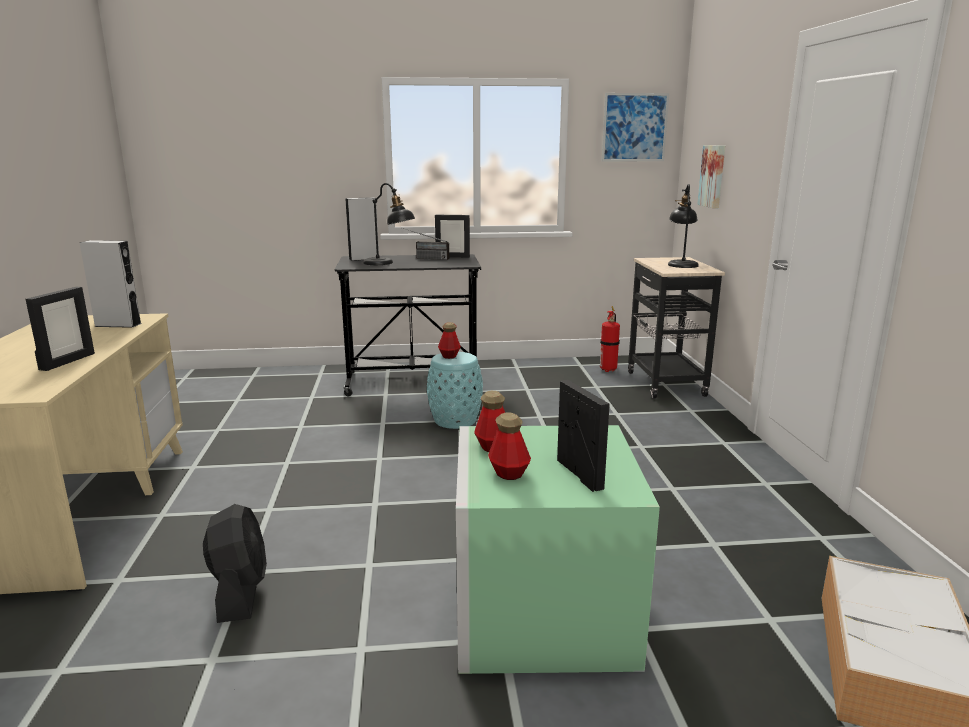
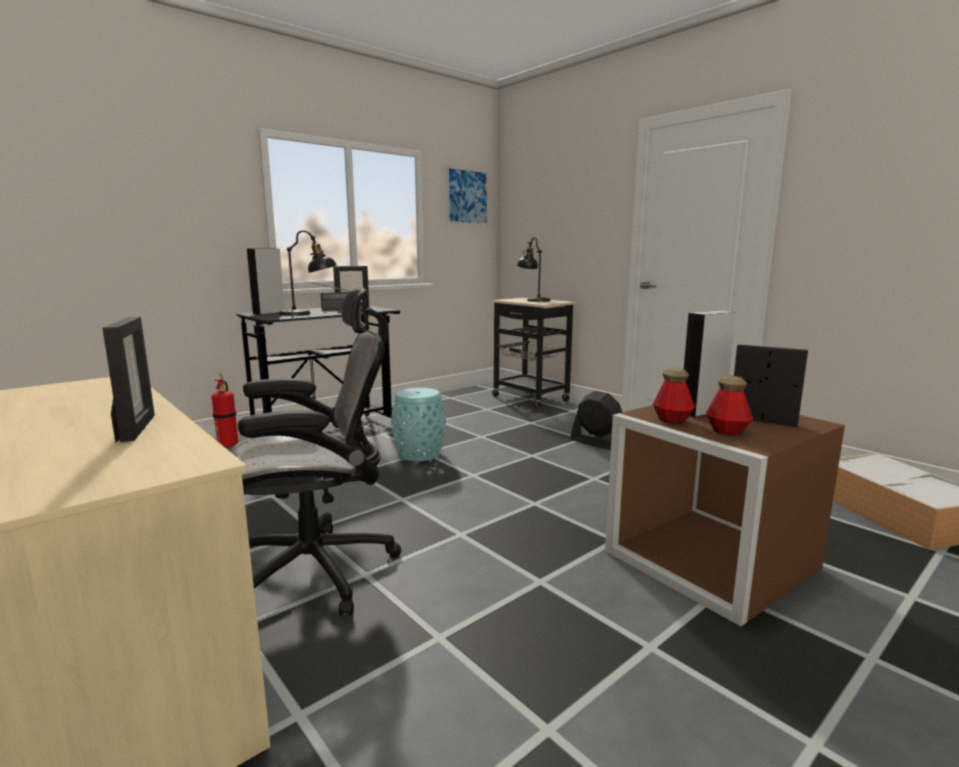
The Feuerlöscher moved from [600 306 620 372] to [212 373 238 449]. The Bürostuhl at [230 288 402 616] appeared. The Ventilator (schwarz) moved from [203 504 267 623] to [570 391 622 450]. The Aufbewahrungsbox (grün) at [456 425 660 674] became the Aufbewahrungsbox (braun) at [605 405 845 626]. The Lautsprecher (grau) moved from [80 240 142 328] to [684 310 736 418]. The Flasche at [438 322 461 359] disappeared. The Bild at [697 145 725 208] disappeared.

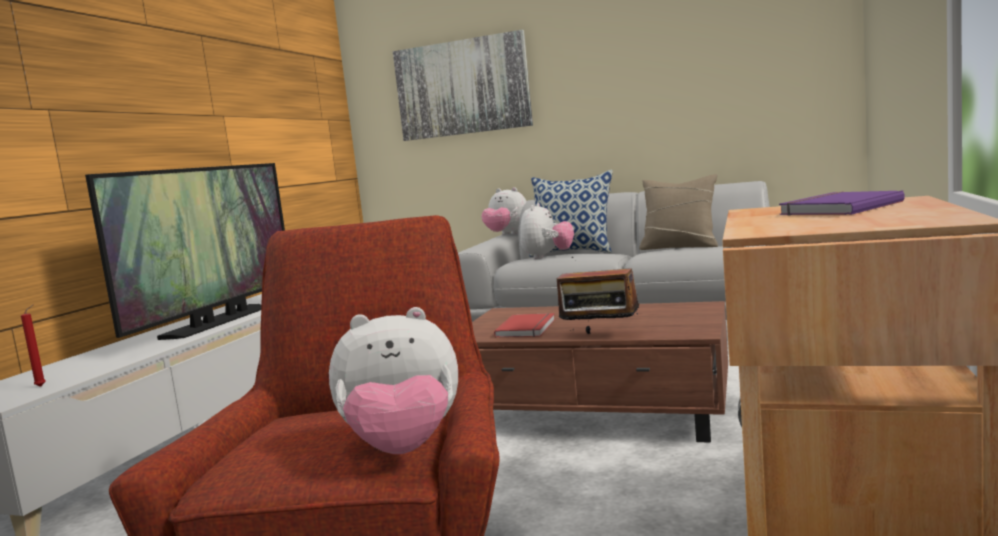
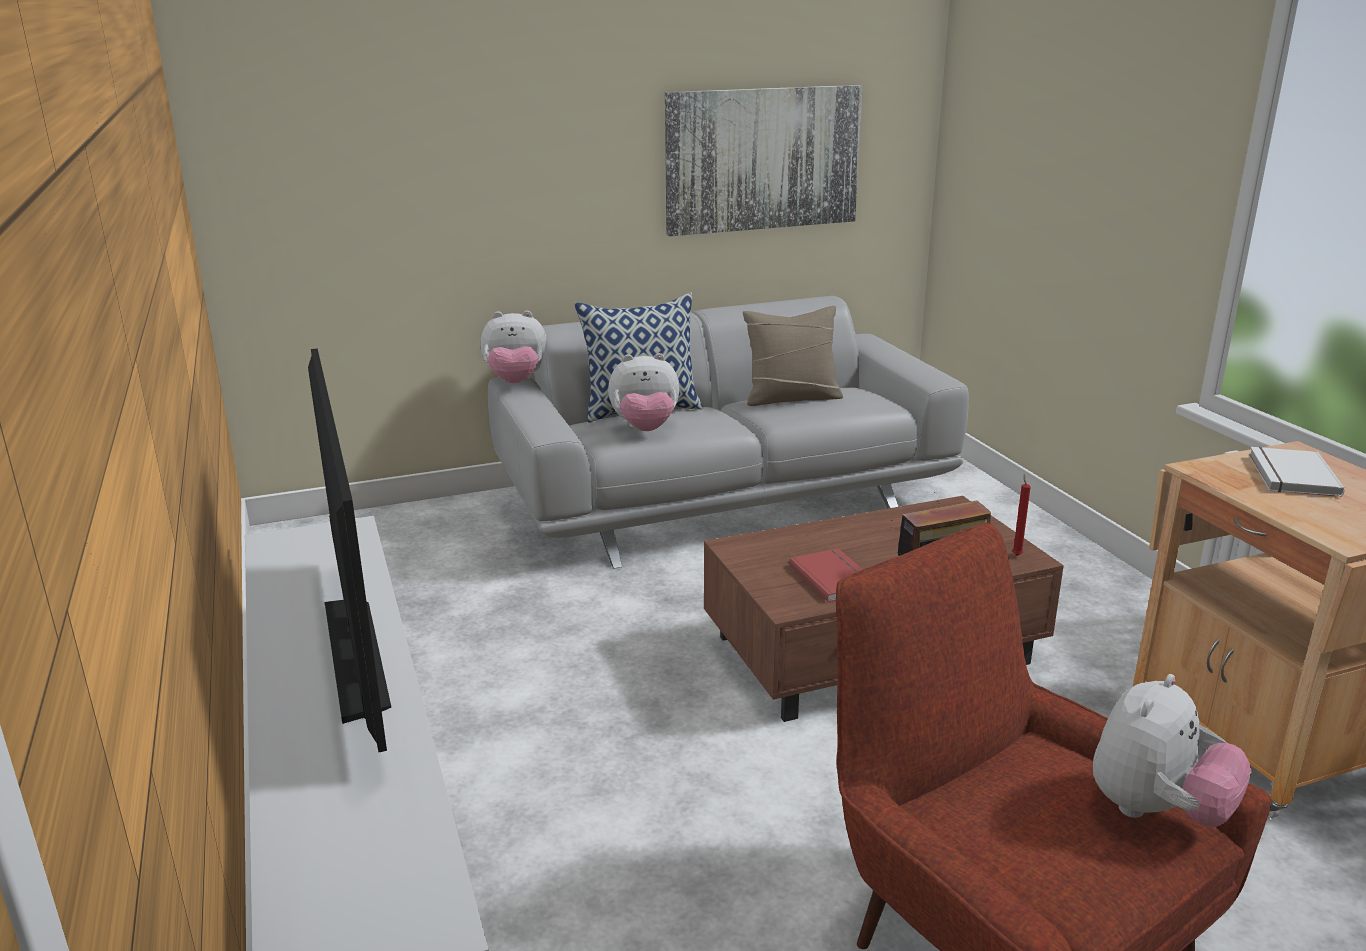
The Plüschtier at [520 203 574 259] turned 105 degrees clockwise. The Bild moved from [393 30 533 141] to [665 85 863 236]. The Kerze (rot) moved from [21 304 46 387] to [1012 474 1031 556]. The Buch (lila) at [779 190 905 215] became the Buch (weiß) at [1249 447 1345 497].

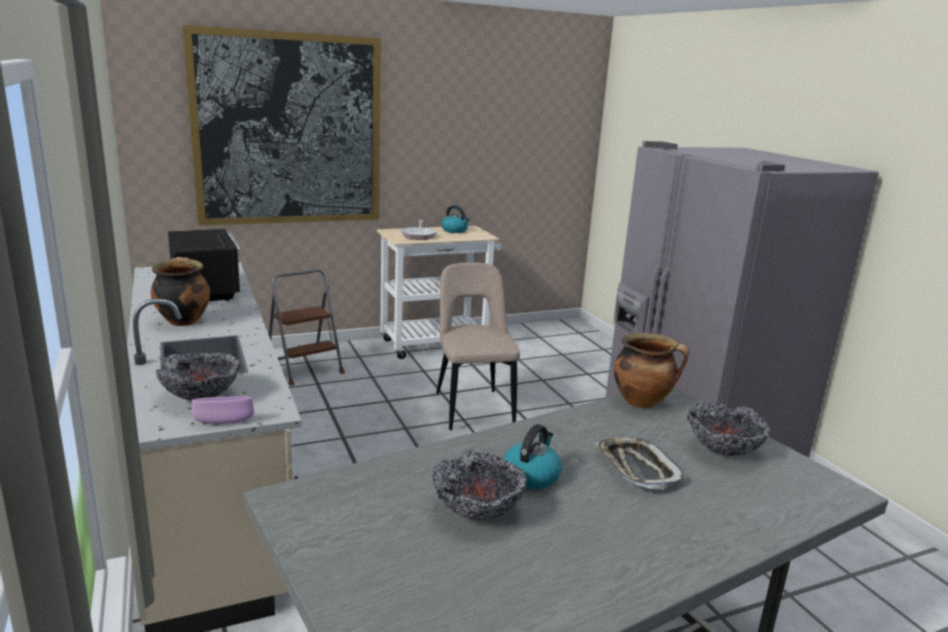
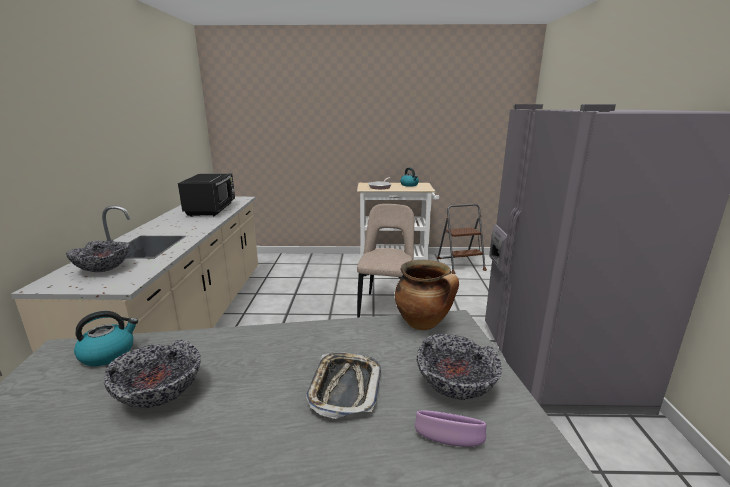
The Wasserkessel moved from [504 424 562 489] to [74 311 138 366]. The Schüssel (lila) moved from [192 396 254 424] to [415 410 486 447]. The Trittleiter (braun) moved from [269 269 345 386] to [437 204 487 274]. The Kochtopf at [151 257 210 326] disappeared. The Bild at [182 25 381 225] disappeared.

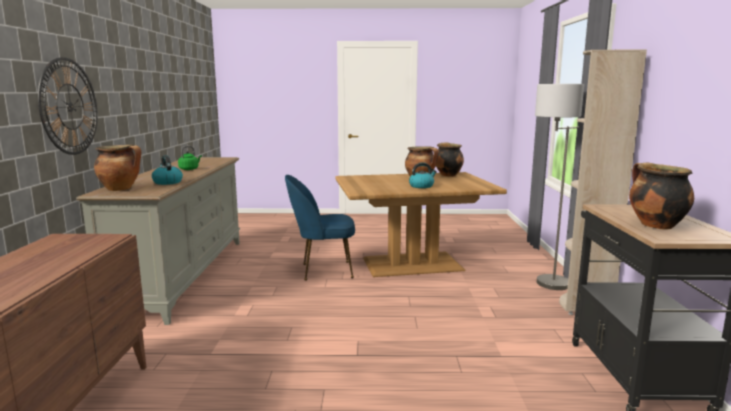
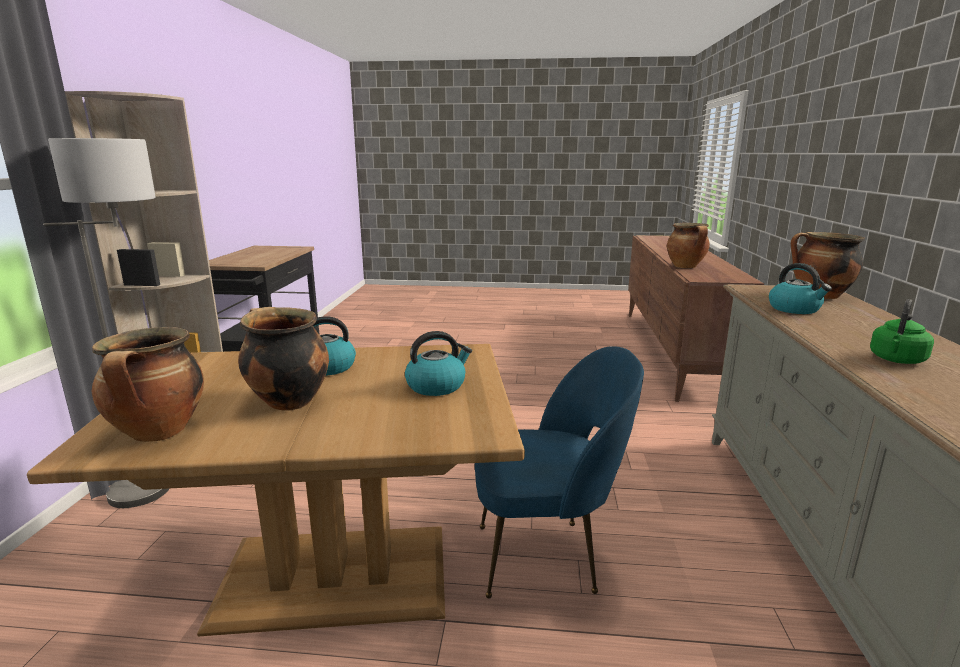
The Wasserkessel at [405 331 472 396] appeared. The Kochtopf moved from [629 163 694 229] to [667 223 710 268]. The Wanduhr at [38 57 97 155] disappeared.

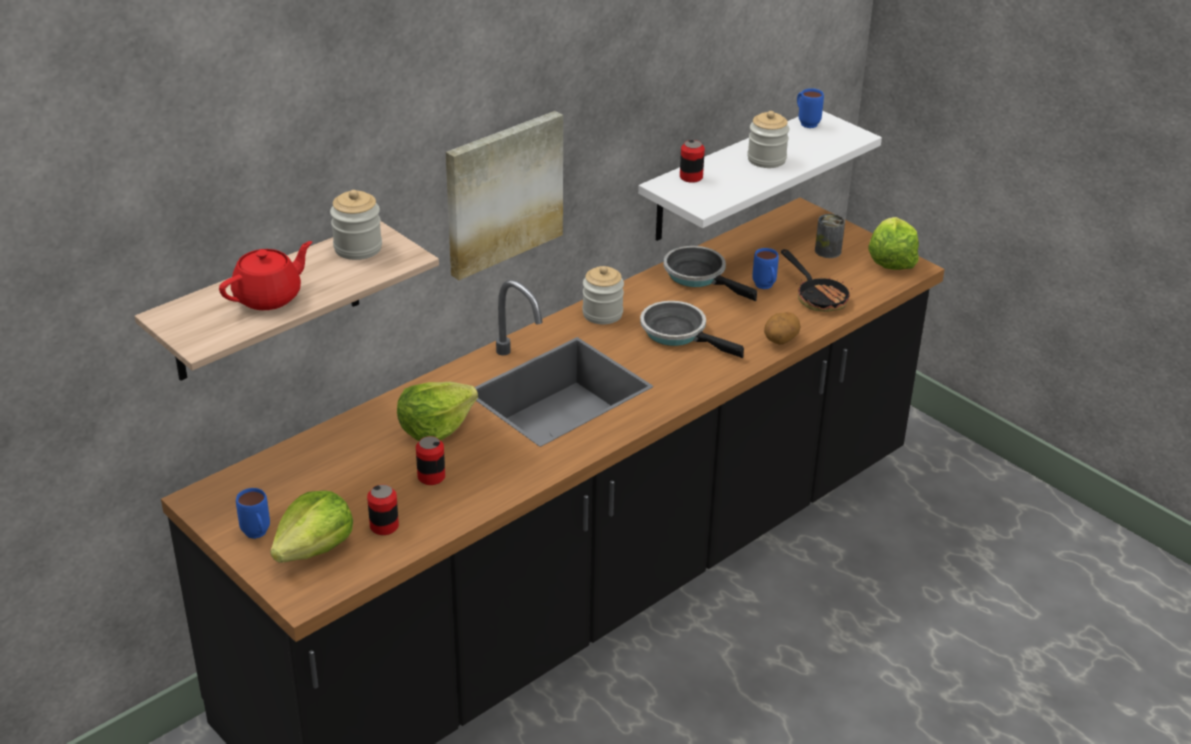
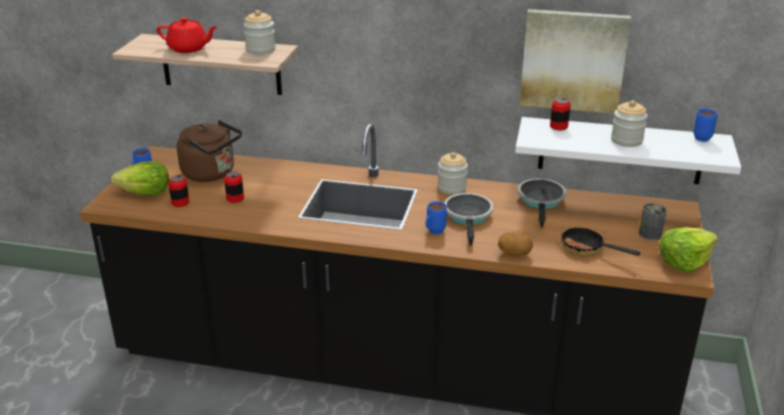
The Wasserkessel (braun) at [177 120 242 182] appeared. The Henkelbecher (blau) moved from [752 248 779 289] to [425 201 447 235]. The Bild moved from [446 111 563 280] to [520 9 631 114]. The Pfanne at [781 249 852 312] turned 105 degrees clockwise. The Salatkopf at [397 382 478 441] disappeared.

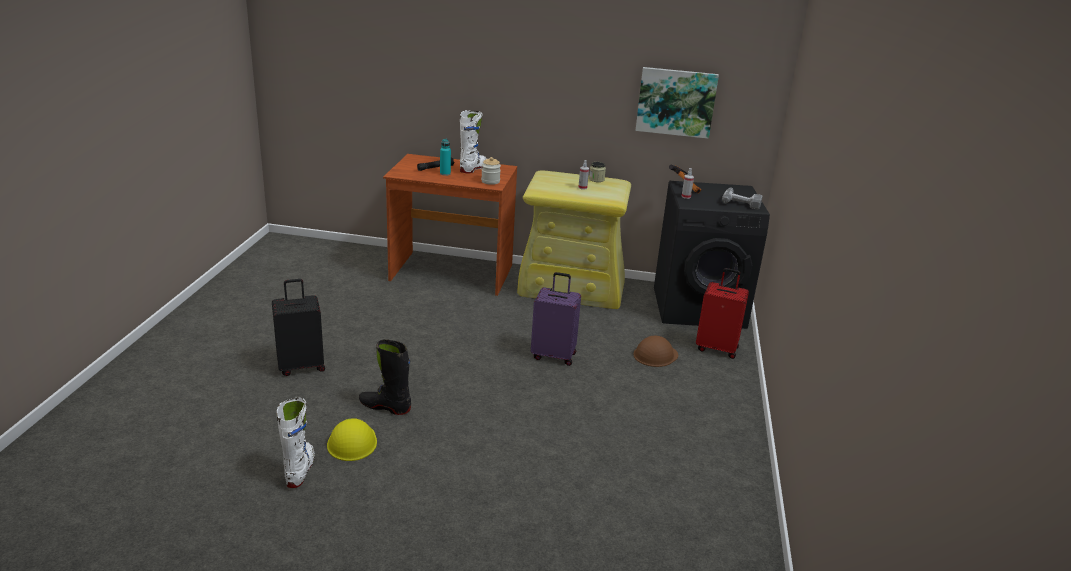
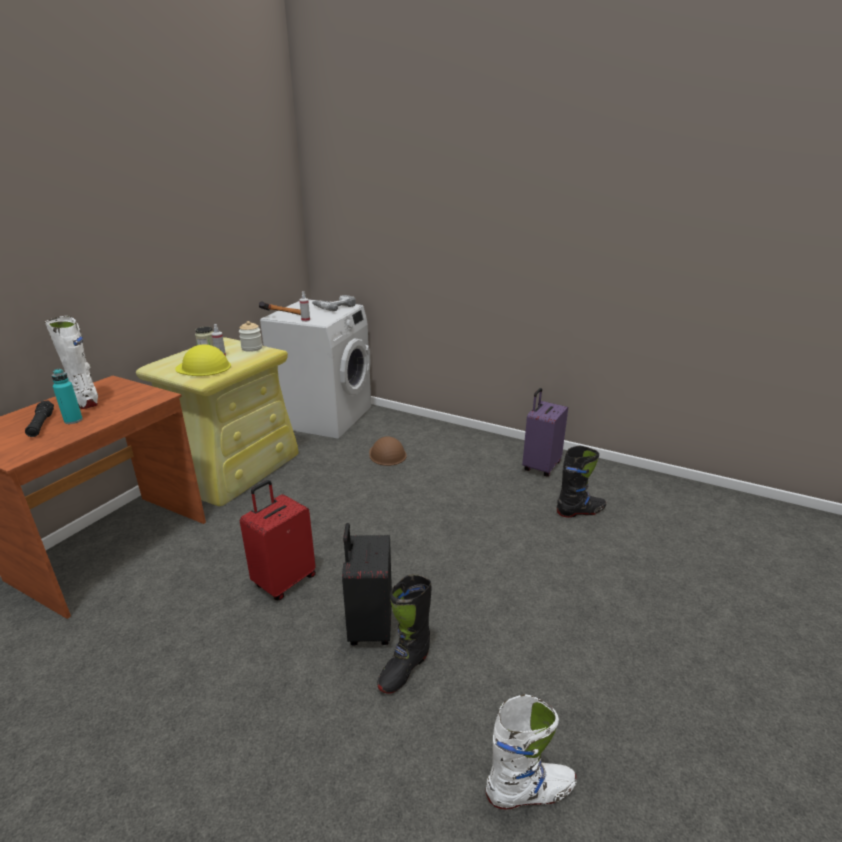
The Schutzhelm (gelb) moved from [327 418 377 461] to [175 344 231 376]. The Vorratsglas moved from [481 157 501 185] to [239 321 263 352]. The Koffer (rot) moved from [696 268 749 359] to [240 480 316 600]. The Waschmaschine (schwarz) at [654 181 770 329] became the Waschmaschine (weiß) at [260 299 371 439]. The Koffer (schwarz) moved from [272 279 325 376] to [342 523 392 645]. The Stiefel (weiß) at [276 398 315 488] turned 150 degrees clockwise. The Koffer (lila) moved from [531 272 581 366] to [522 388 568 477]. The Stiefel (schwarz) at [557 446 606 518] appeared. The Bild at [635 67 719 139] disappeared.

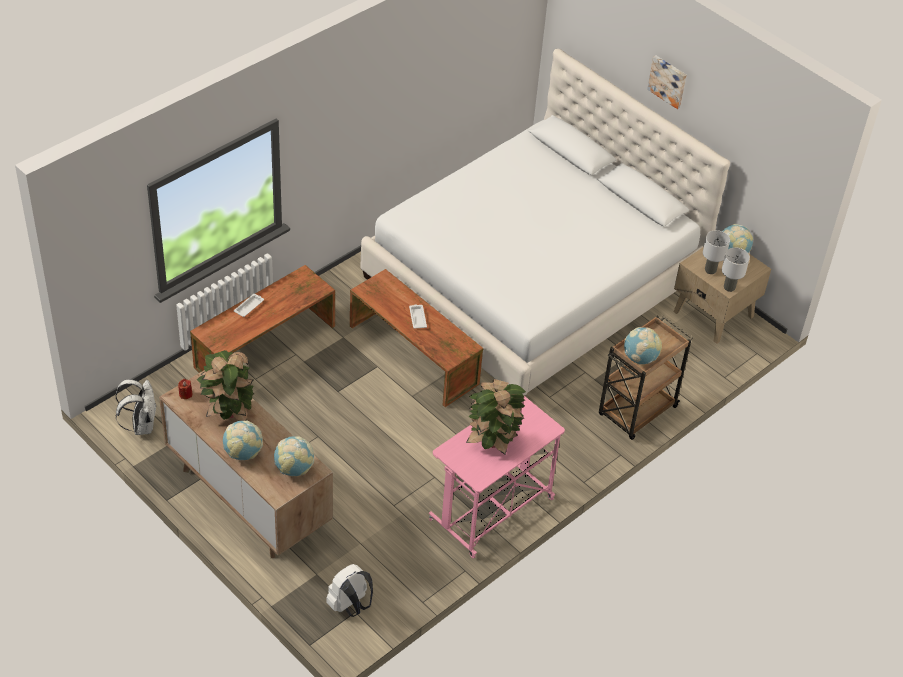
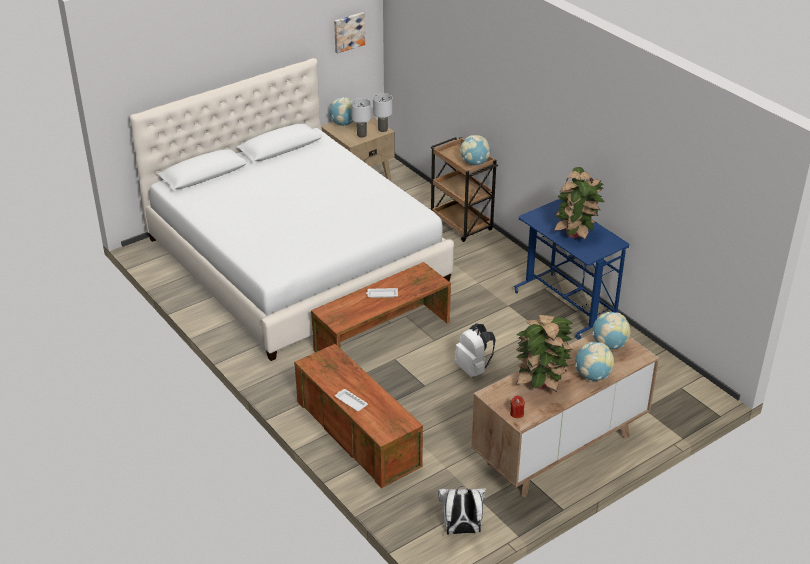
The Bild moved from [647 56 687 109] to [334 12 365 53]. The Rucksack (weiß) moved from [326 564 373 617] to [454 324 496 377]. The Schreibtisch (rosa) at [429 395 565 558] became the Schreibtisch (blau) at [514 199 629 340].

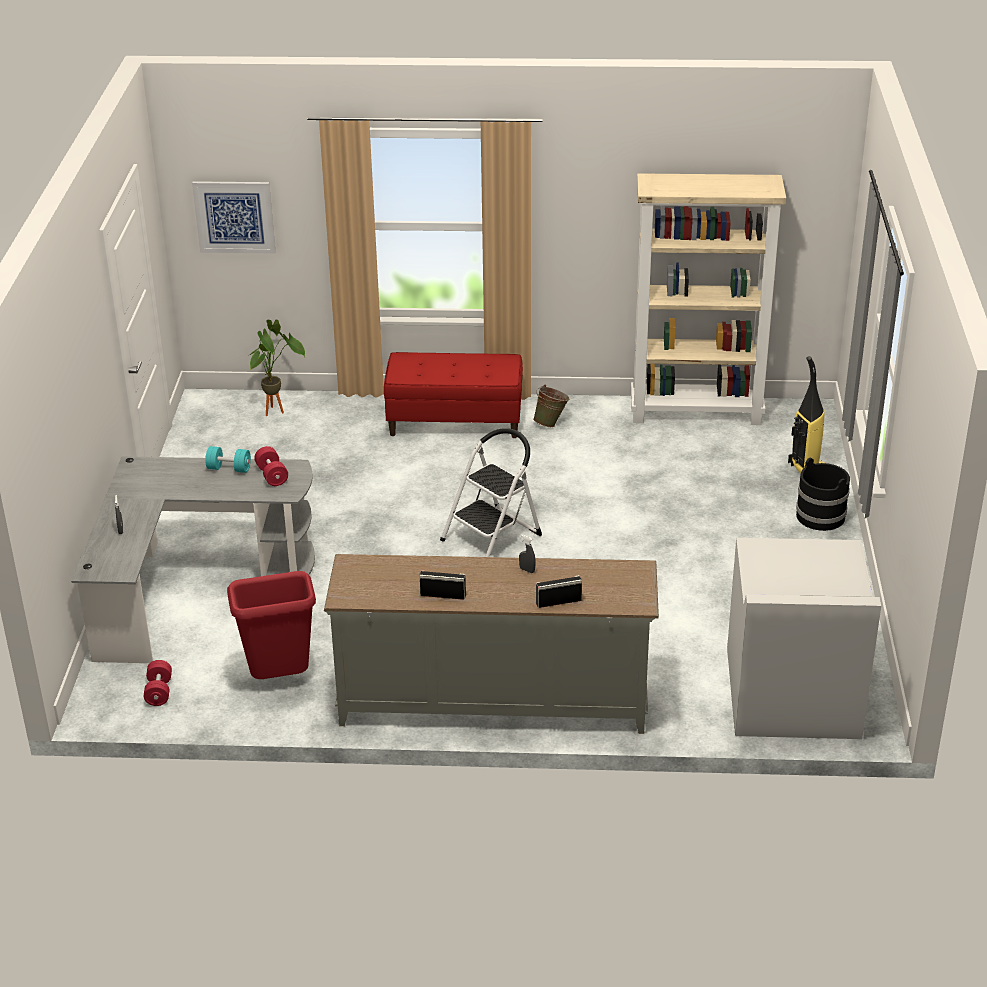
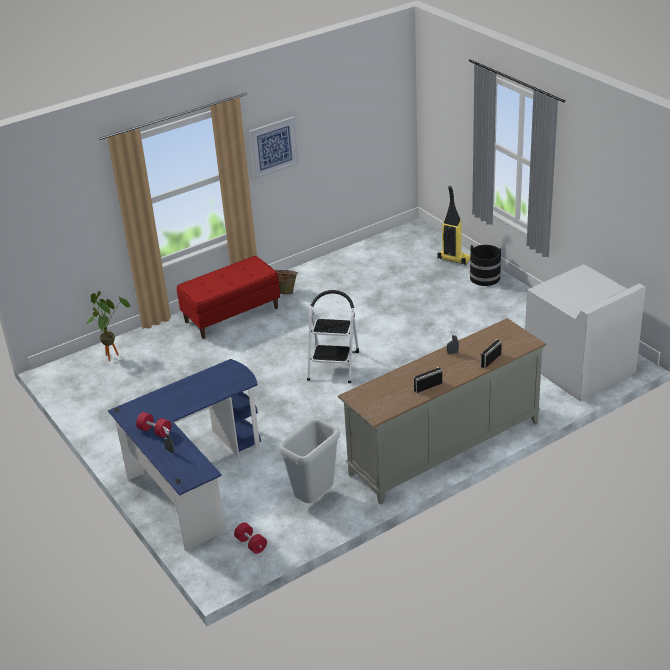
The Schreibtisch (grau) at [71 456 315 663] became the Schreibtisch (blau) at [108 359 261 551]. The Hantel (rot) moved from [254 446 288 486] to [136 412 171 437]. The Bild moved from [192 181 275 254] to [249 116 299 179]. The Mülleimer (rot) at [227 571 316 679] became the Mülleimer (grau) at [278 418 340 503]. The Hantel (türkis) at [205 446 251 473] disappeared. The Bücherregal (beige) at [631 173 786 425] disappeared.

